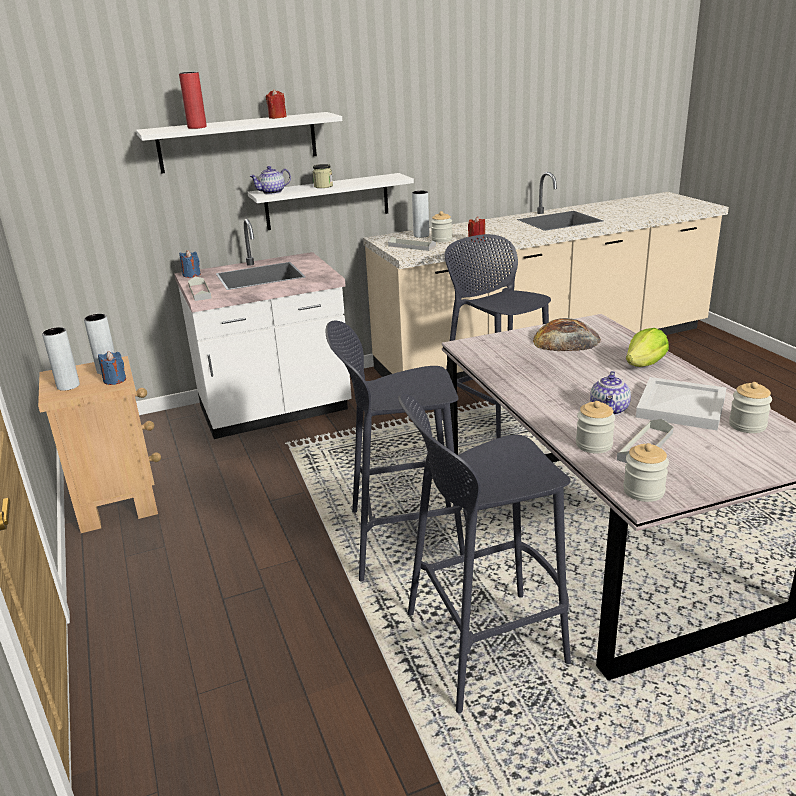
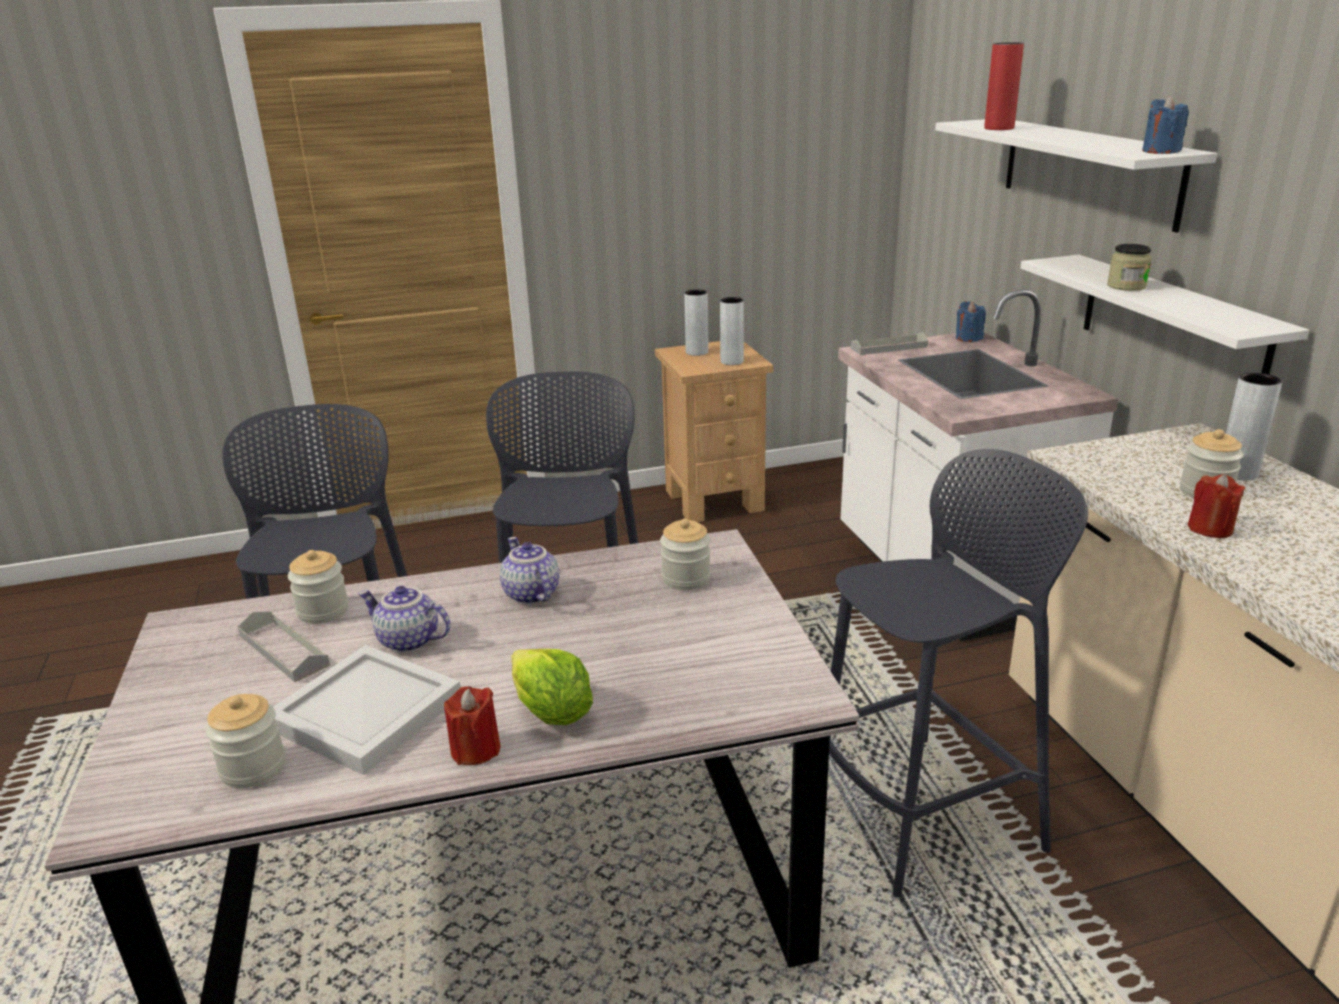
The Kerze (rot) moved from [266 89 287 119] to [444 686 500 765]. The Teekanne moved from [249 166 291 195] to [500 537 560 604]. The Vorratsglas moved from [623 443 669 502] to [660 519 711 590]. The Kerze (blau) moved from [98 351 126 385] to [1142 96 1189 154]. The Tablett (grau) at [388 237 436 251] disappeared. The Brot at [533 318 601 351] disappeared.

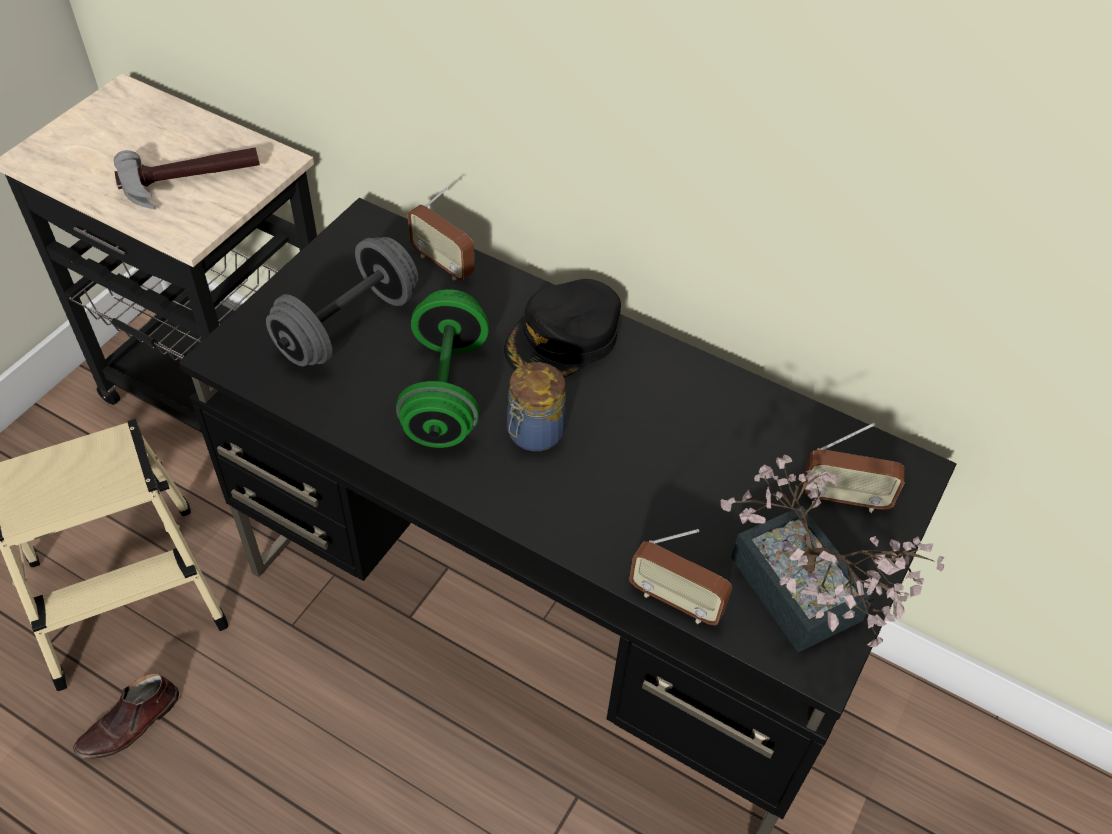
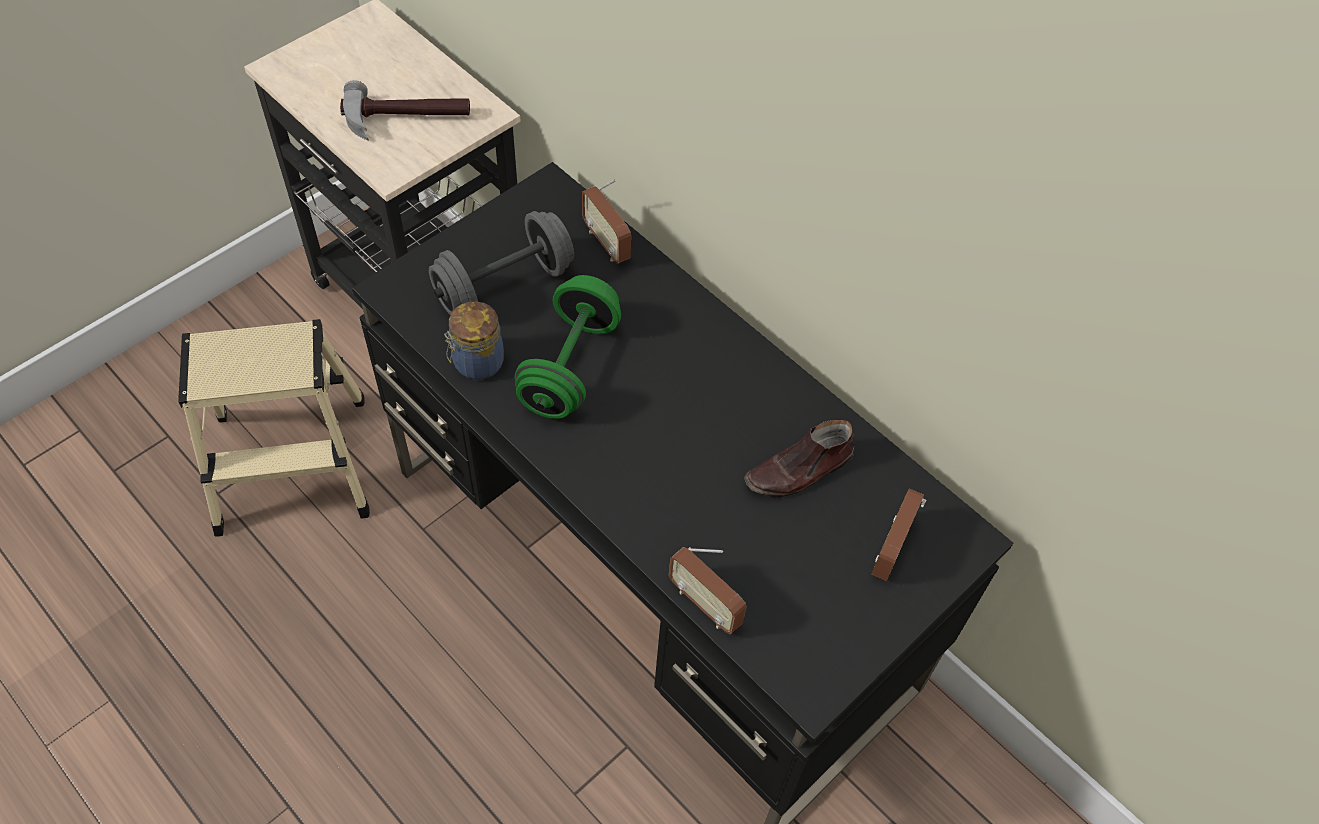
The Vorratsglas moved from [507 362 566 451] to [444 302 504 380]. The Schuh (braun) moved from [73 673 179 759] to [744 420 855 497]. The Radio at [801 423 904 513] turned 90 degrees clockwise. The Kappe (schwarz) at [504 279 621 378] disappeared. The Topfpflanze at [721 455 944 652] disappeared.

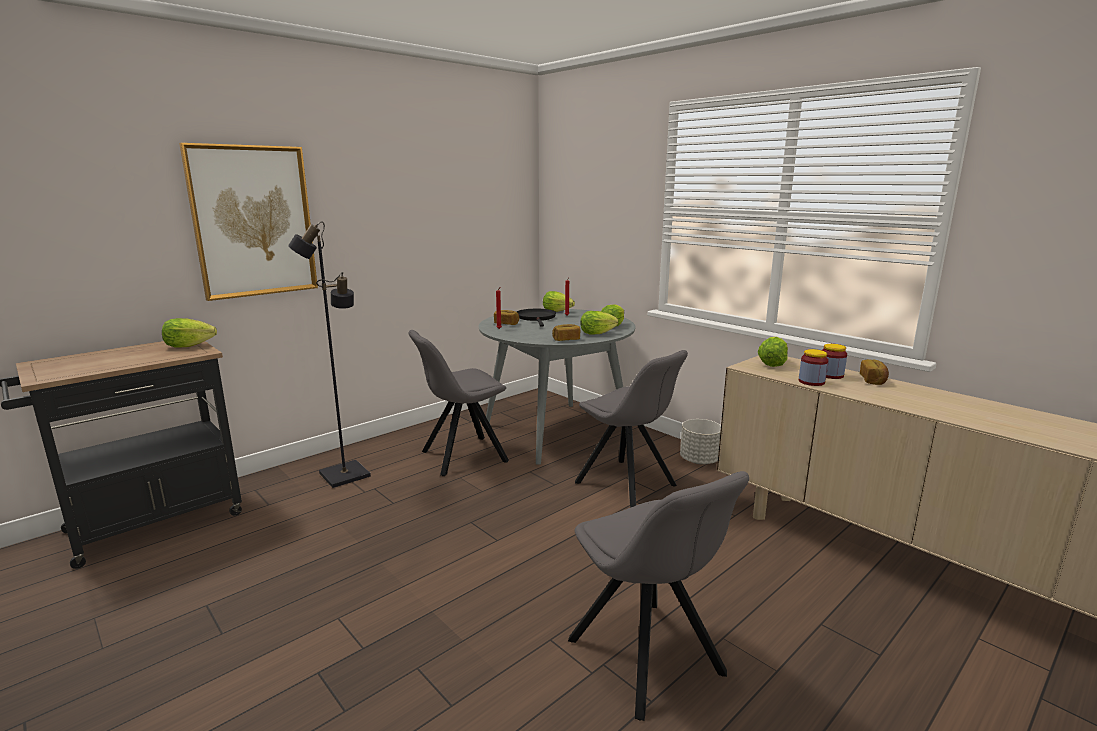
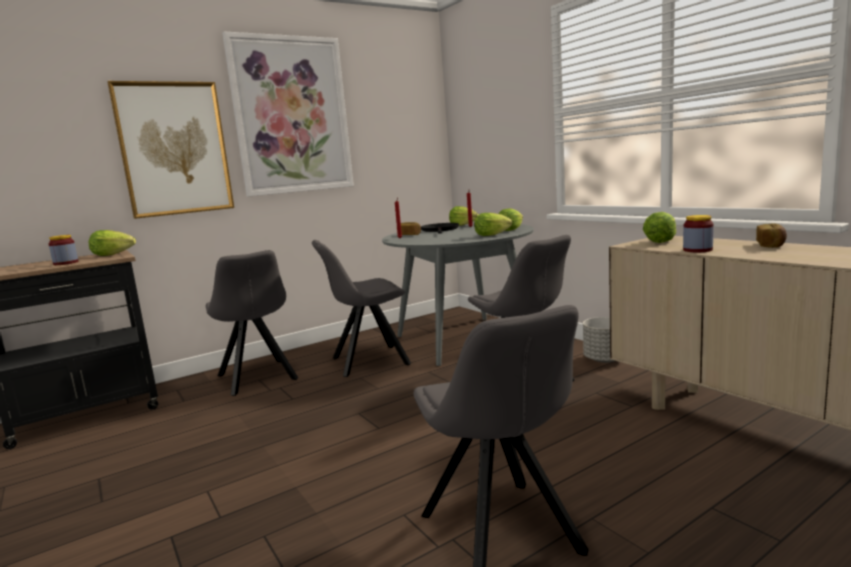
The Vorratsglas moved from [822 344 847 379] to [49 235 78 265]. The Stehlampe (schwarz) at [288 221 371 488] was replaced by the Stuhl (grau) at [206 250 298 396]. The Bild at [222 31 354 197] appeared. The Brot at [552 324 580 341] disappeared.

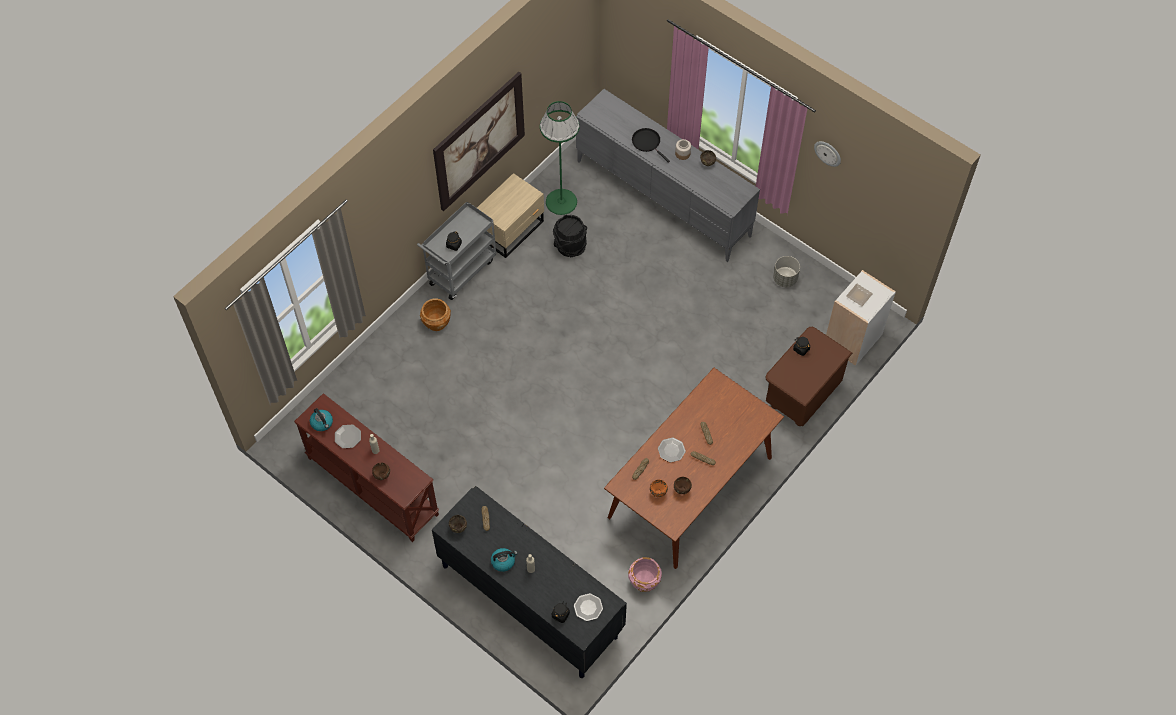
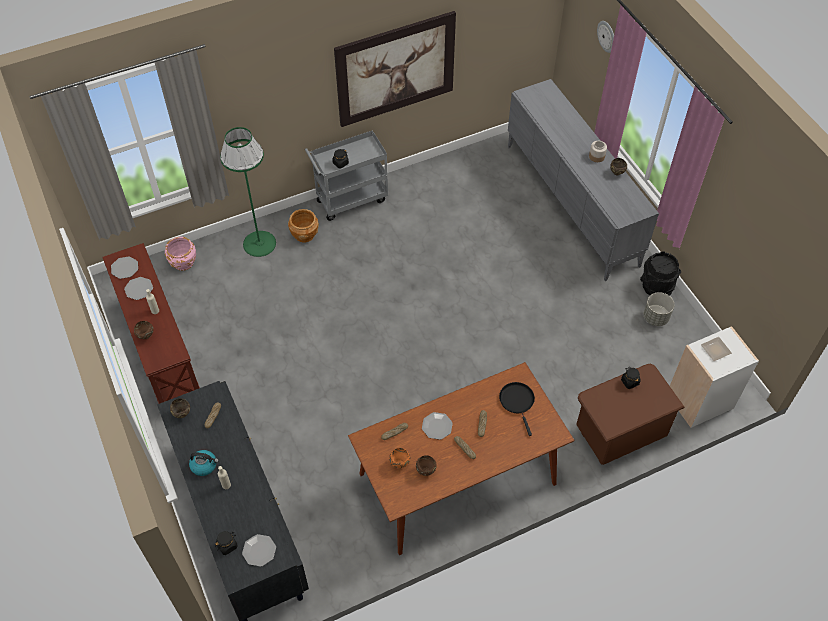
The Wasserkessel at [310 408 333 431] was replaced by the Teller at [111 257 138 279]. The Pflanzkübel (rosa) moved from [628 557 662 592] to [165 237 196 271]. The Stehlampe (grün) moved from [540 101 579 215] to [220 127 276 257]. The Pfanne (schwarz) moved from [632 128 670 163] to [499 382 535 436]. The Wanduhr moved from [814 141 841 167] to [597 21 614 53]. The Eimer (schwarz) moved from [553 215 587 258] to [640 251 681 295]. The Nachttisch (beige) at [477 173 544 258] disappeared.

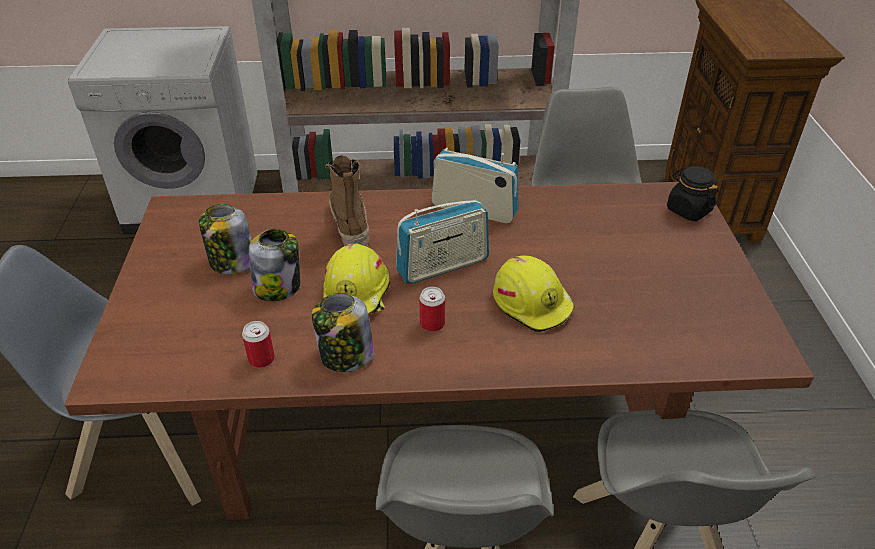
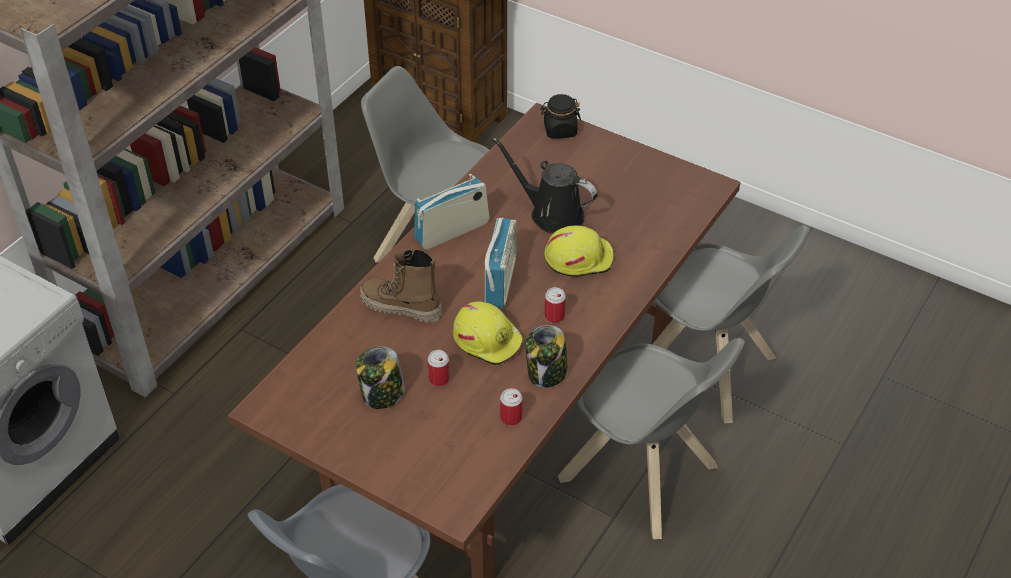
The Vorratsglas at [249 229 300 301] was replaced by the Dose at [427 350 450 387]. The Gießkanne (schwarz) at [493 137 597 234] appeared.

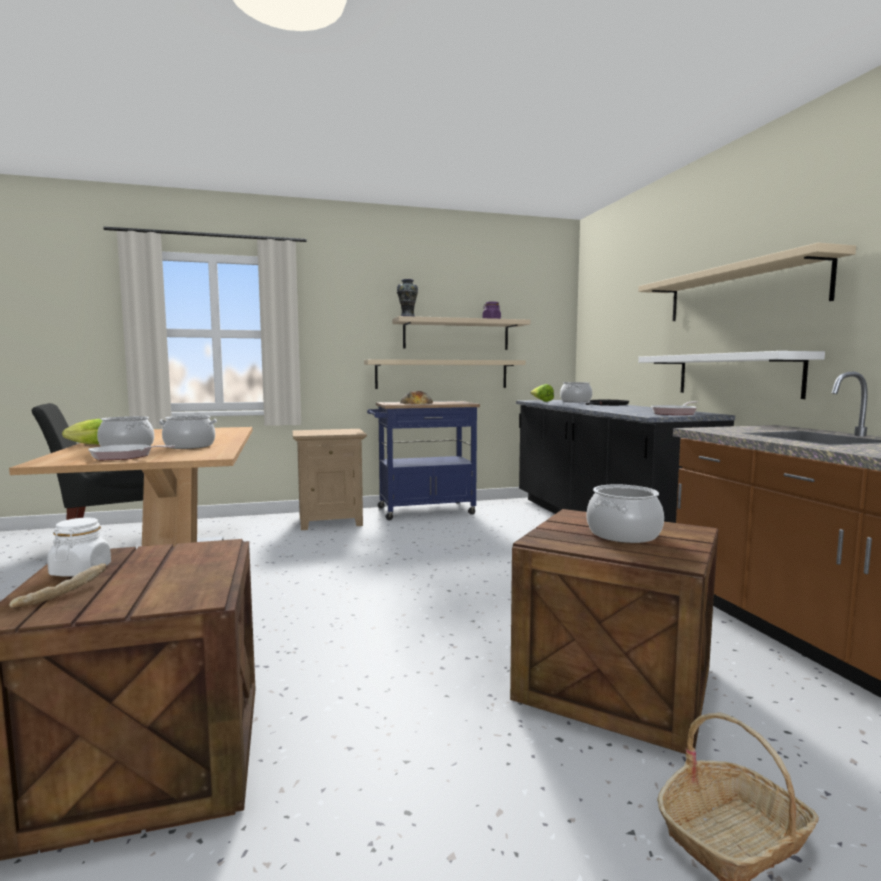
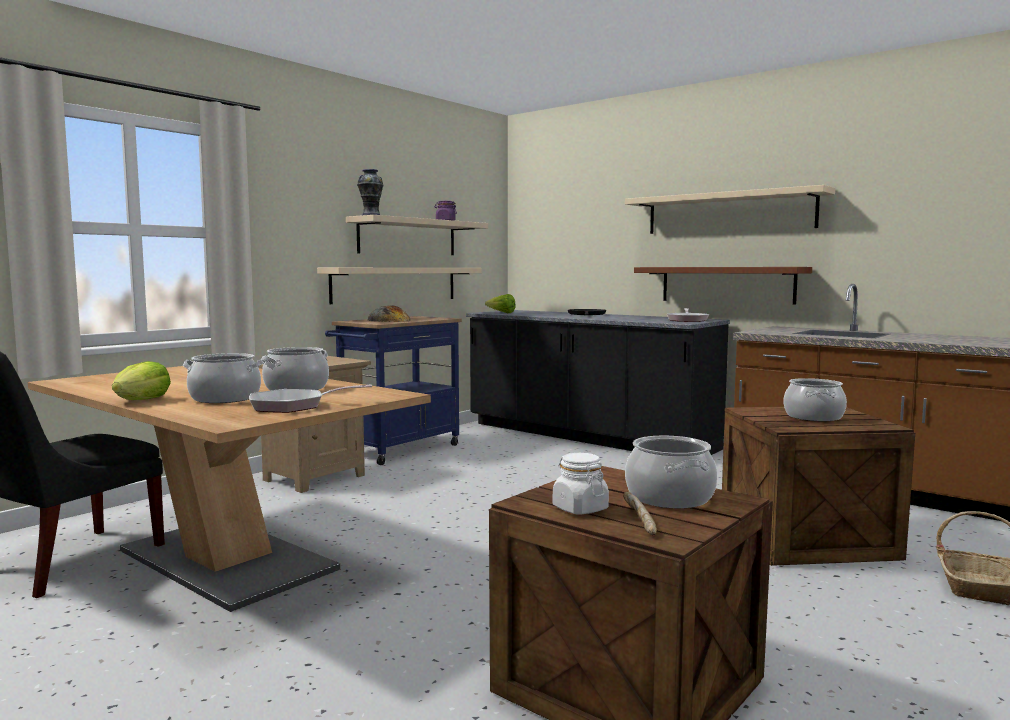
The Kochtopf moved from [560 382 592 402] to [625 436 717 508]. The Wandregal (weiß) at [638 351 825 399] became the Wandregal (braun) at [634 267 812 305].

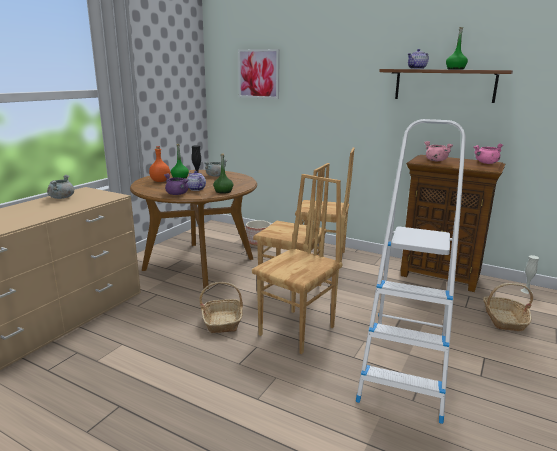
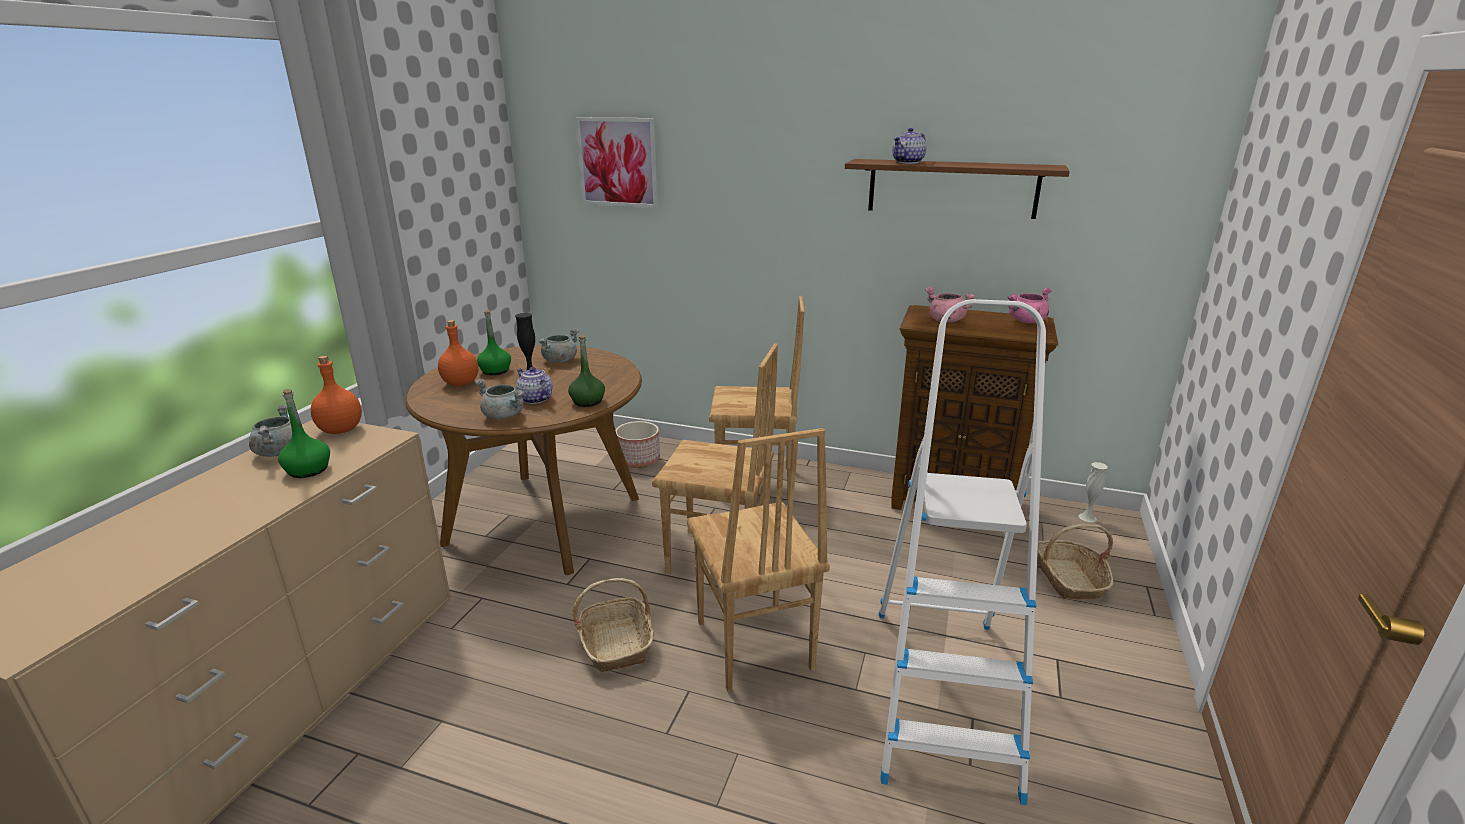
The Flasche (grün) moved from [446 27 468 70] to [278 389 330 478]. The Flasche (orange) at [311 356 362 434] appeared. The Kochtopf (lila) at [164 174 189 195] became the Kochtopf (grau) at [475 379 525 420]. The Stuhl (braun) at [252 174 342 354] turned 135 degrees clockwise.

